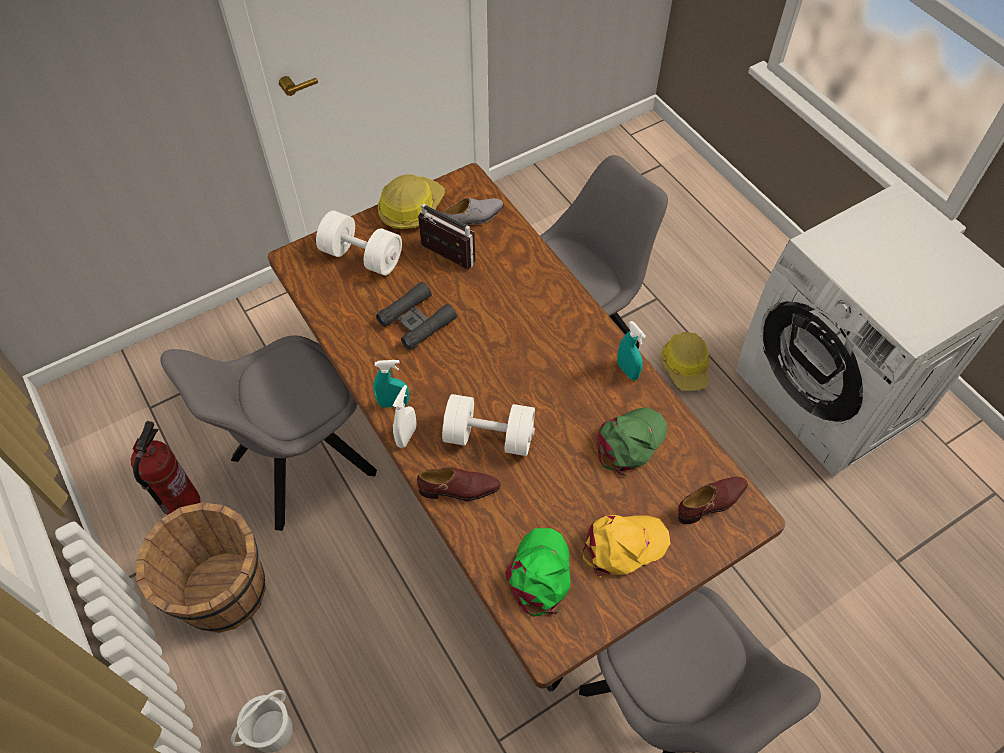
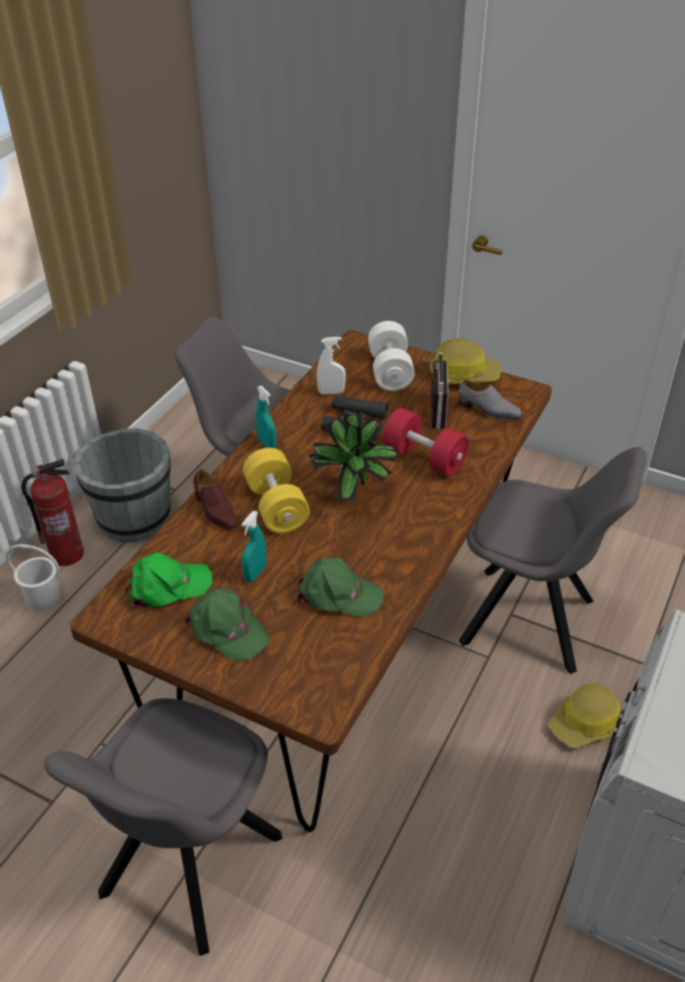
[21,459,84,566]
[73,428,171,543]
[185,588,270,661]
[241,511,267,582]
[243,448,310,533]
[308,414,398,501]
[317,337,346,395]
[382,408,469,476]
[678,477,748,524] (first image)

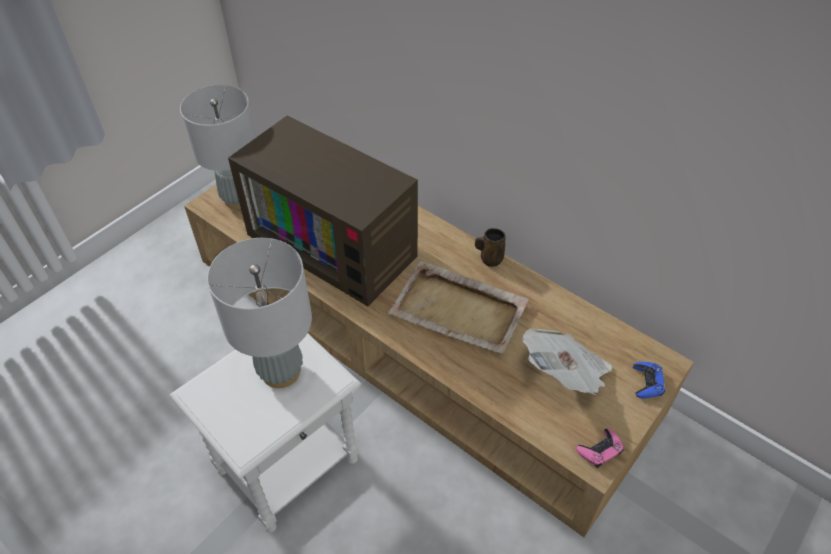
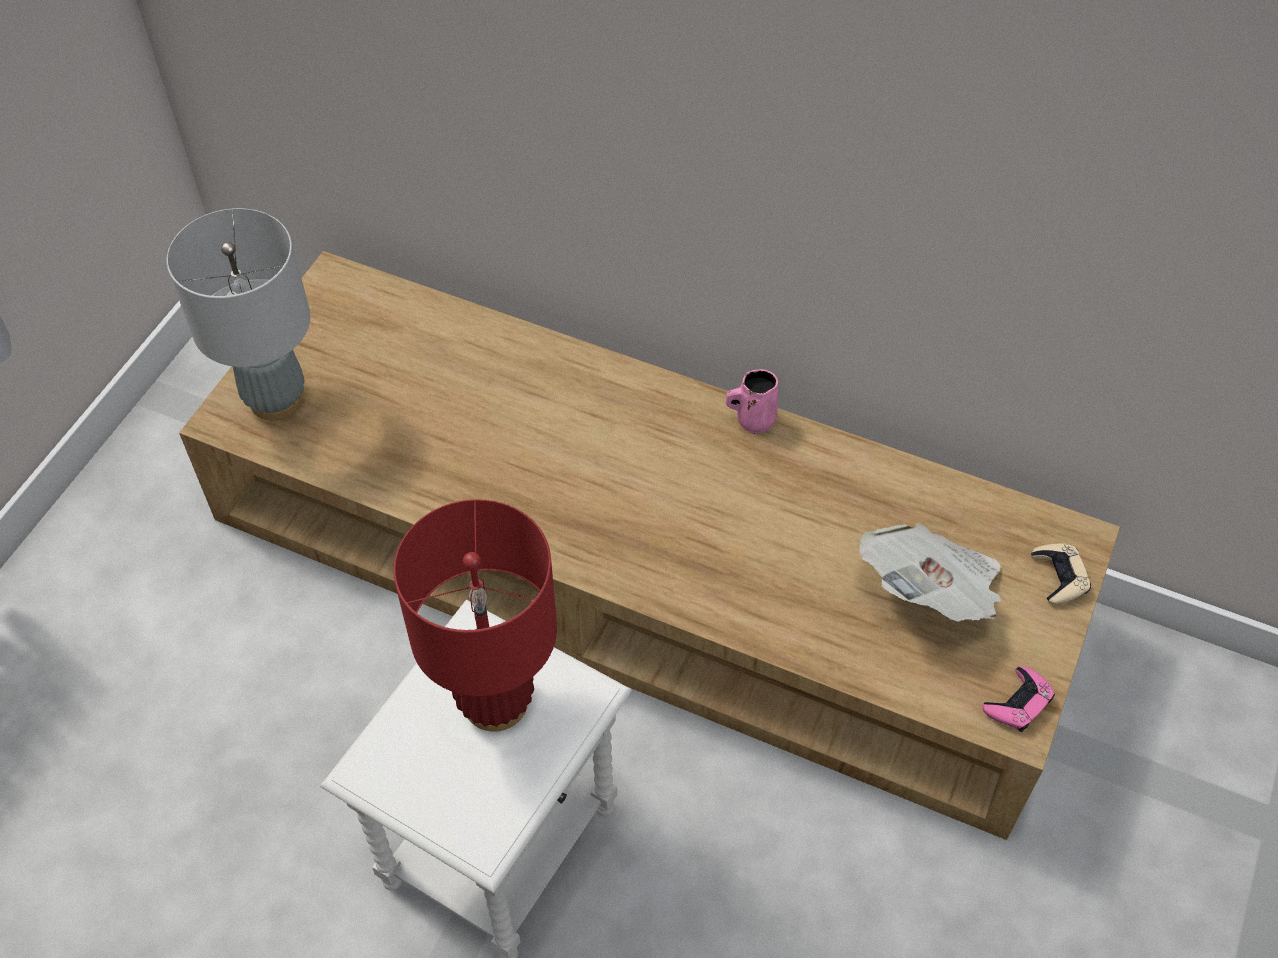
[393,499,557,732]
[726,369,778,434]
[1031,543,1091,605]
[228,116,418,306] (first image)
[388,261,529,354] (first image)

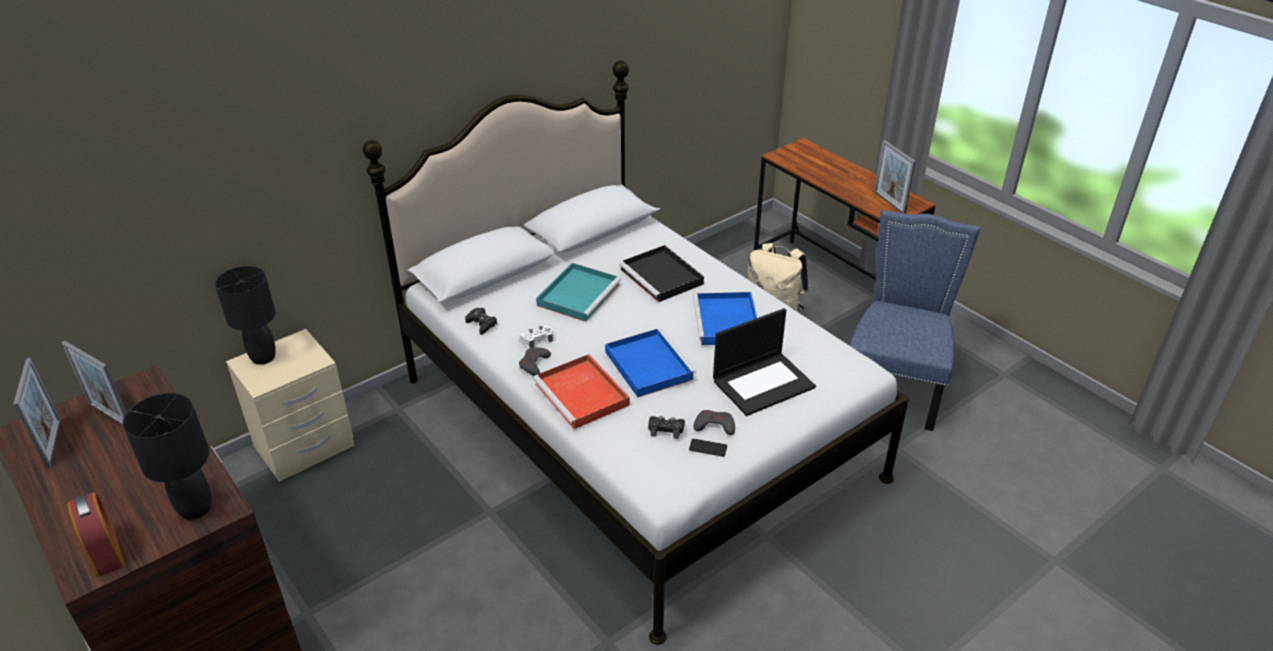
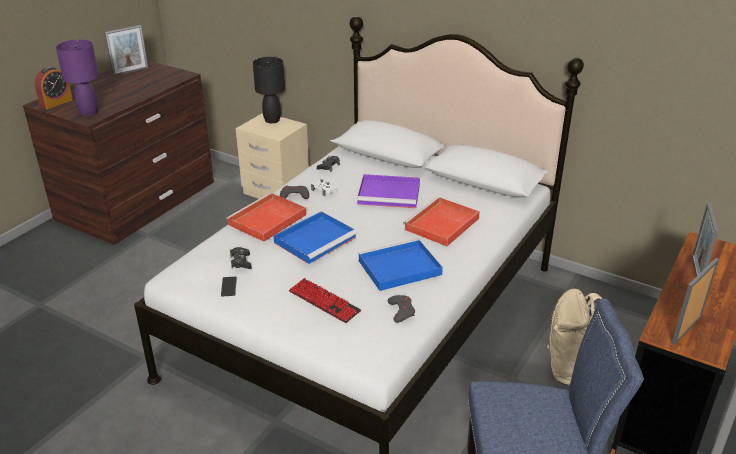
[56,39,99,116]
[289,278,361,323]
[357,174,420,208]
[388,295,415,323]
[403,197,480,246]
[692,202,718,277]

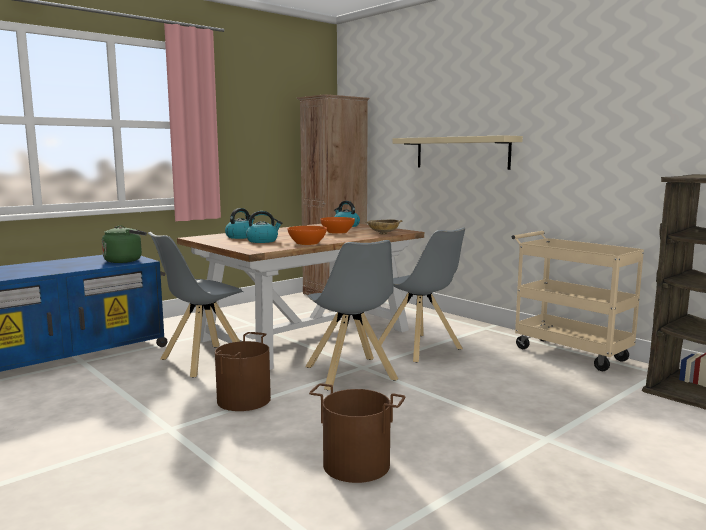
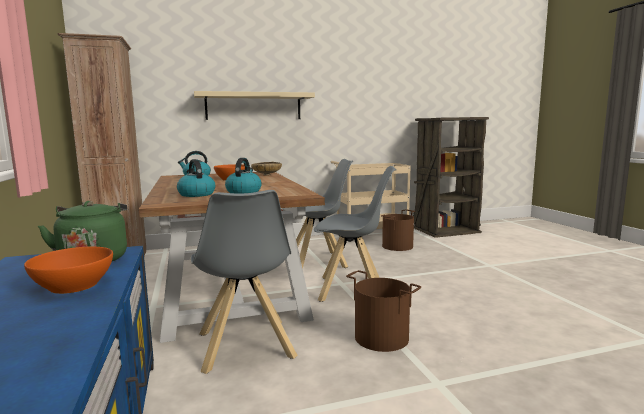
[24,247,113,294]
[381,209,415,251]

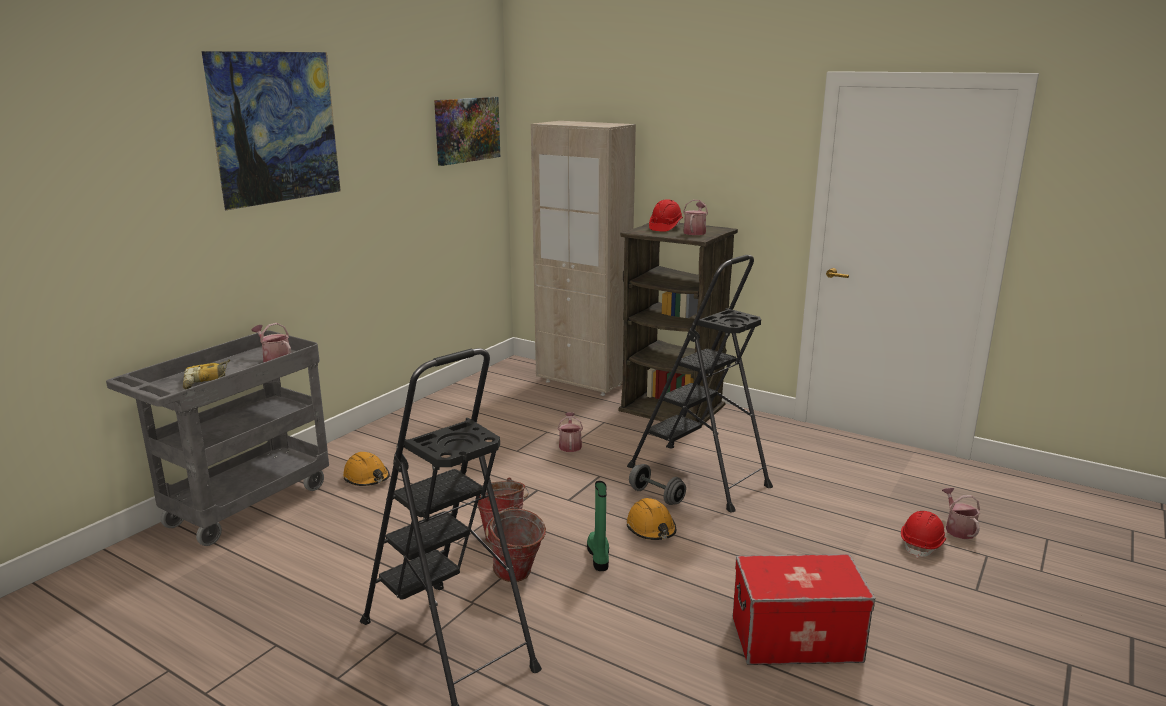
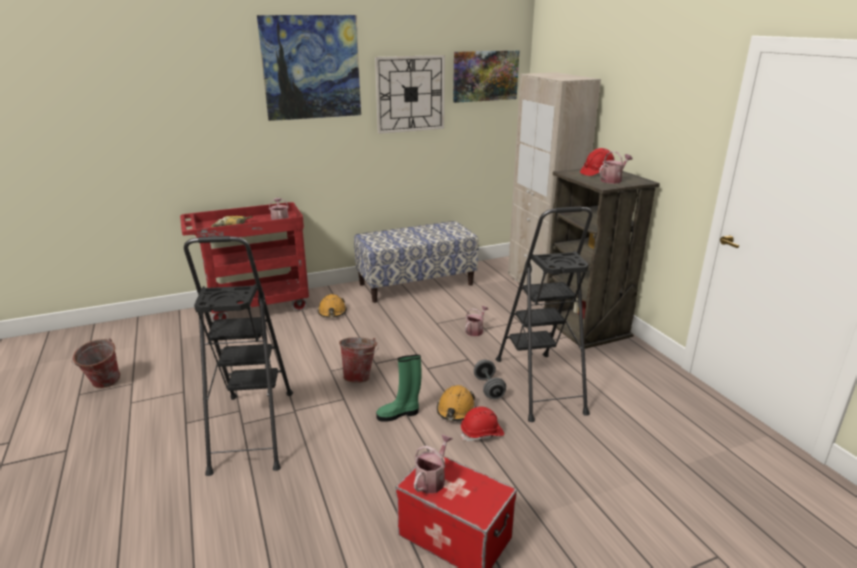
[71,338,120,388]
[180,202,309,322]
[354,221,479,303]
[375,55,445,134]
[376,355,422,422]
[414,434,453,494]
[461,407,504,441]

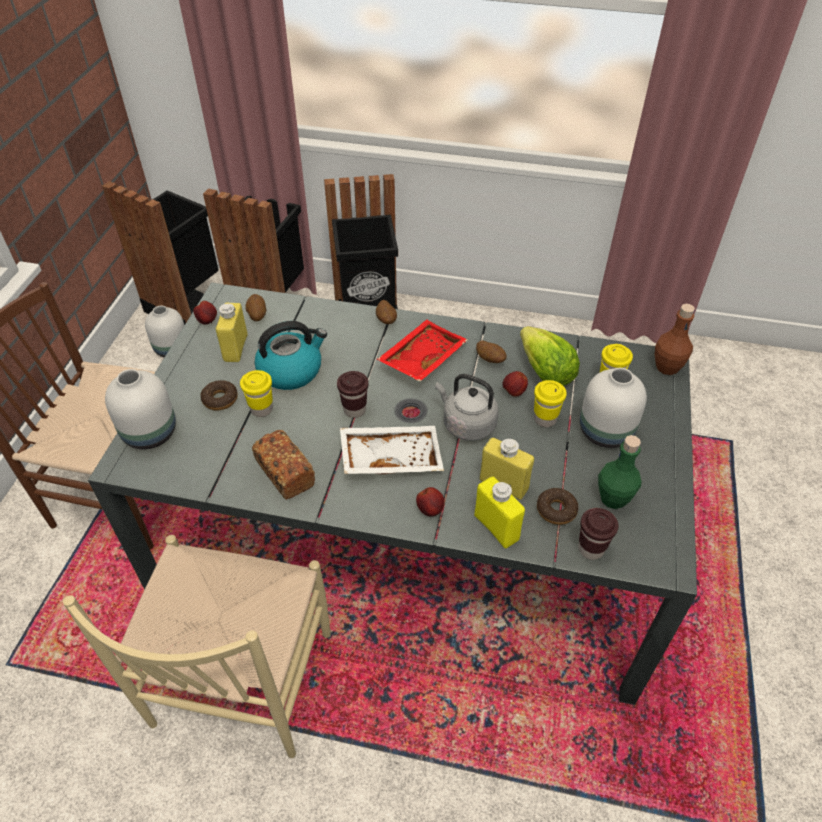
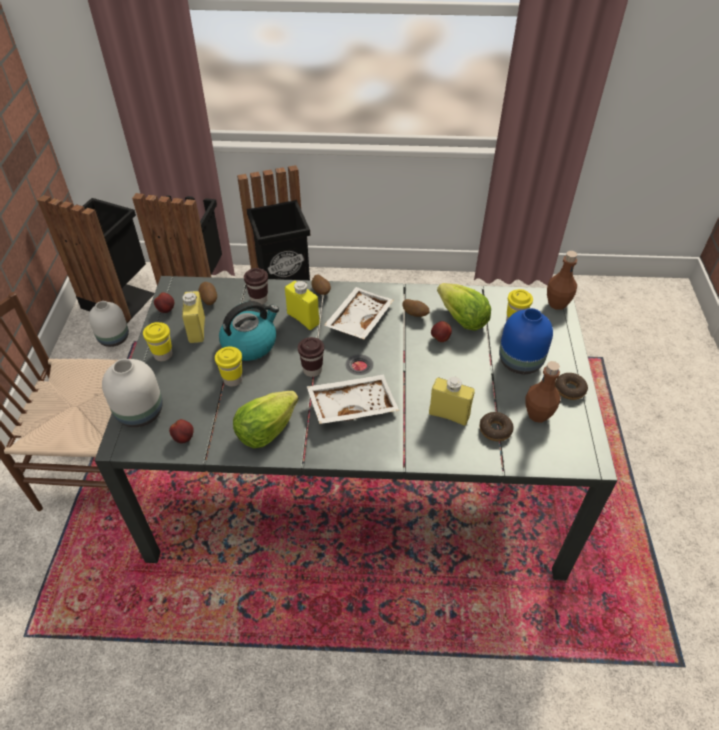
[143,322,172,361]
[169,419,194,443]
[233,391,299,448]
[244,268,268,305]
[285,281,319,330]
[324,287,394,339]
[499,308,553,374]
[525,361,561,423]
[555,373,588,400]
[63,535,331,758] (first image)
[435,374,498,441] (first image)

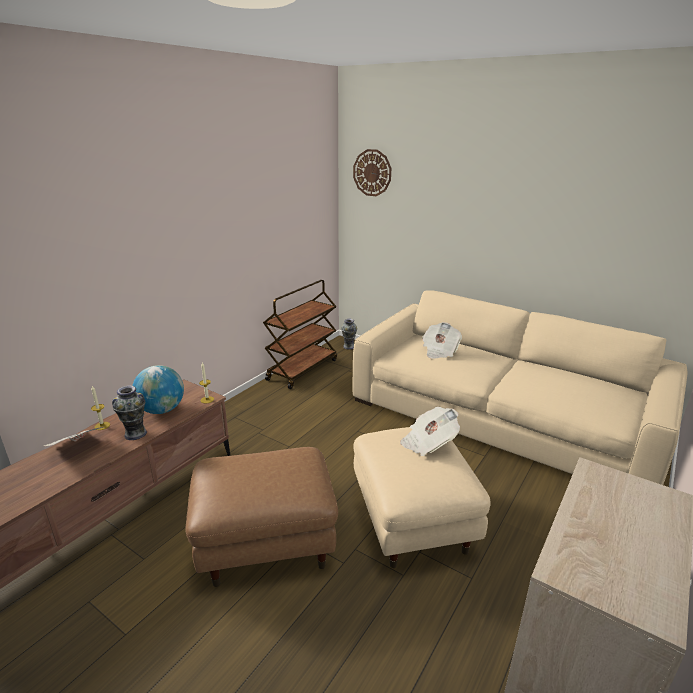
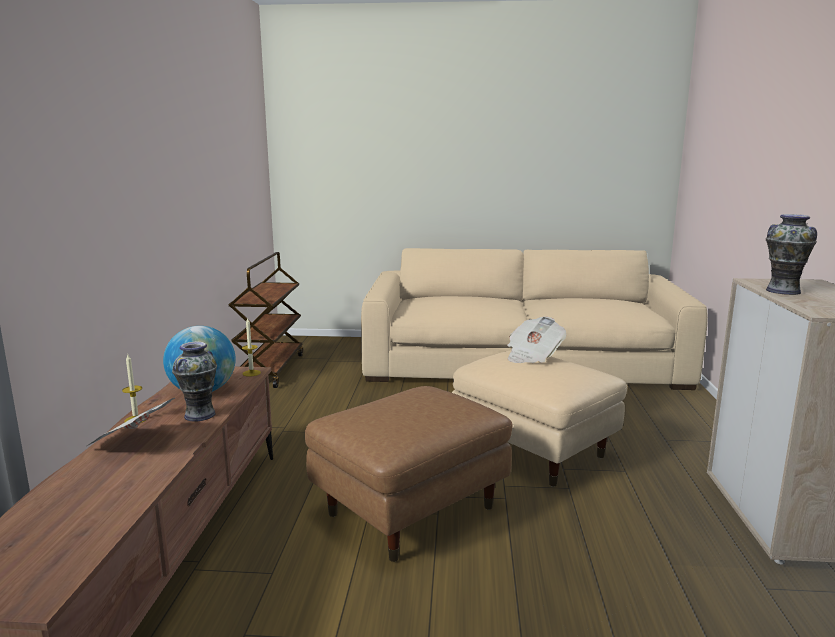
[766,214,817,295]
[353,149,391,196] (first image)
[422,322,462,359] (first image)

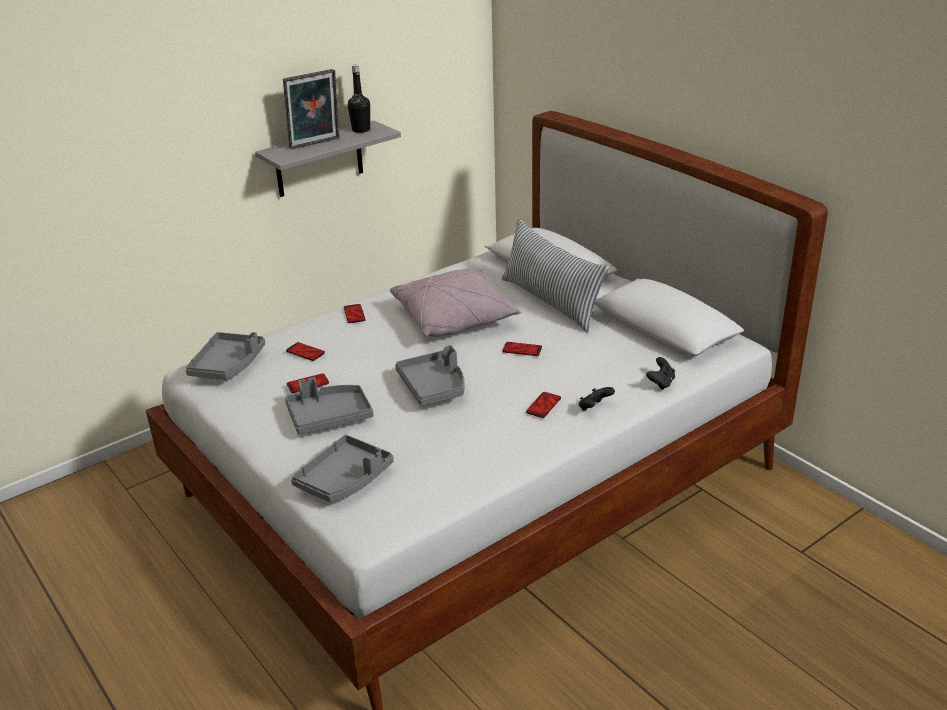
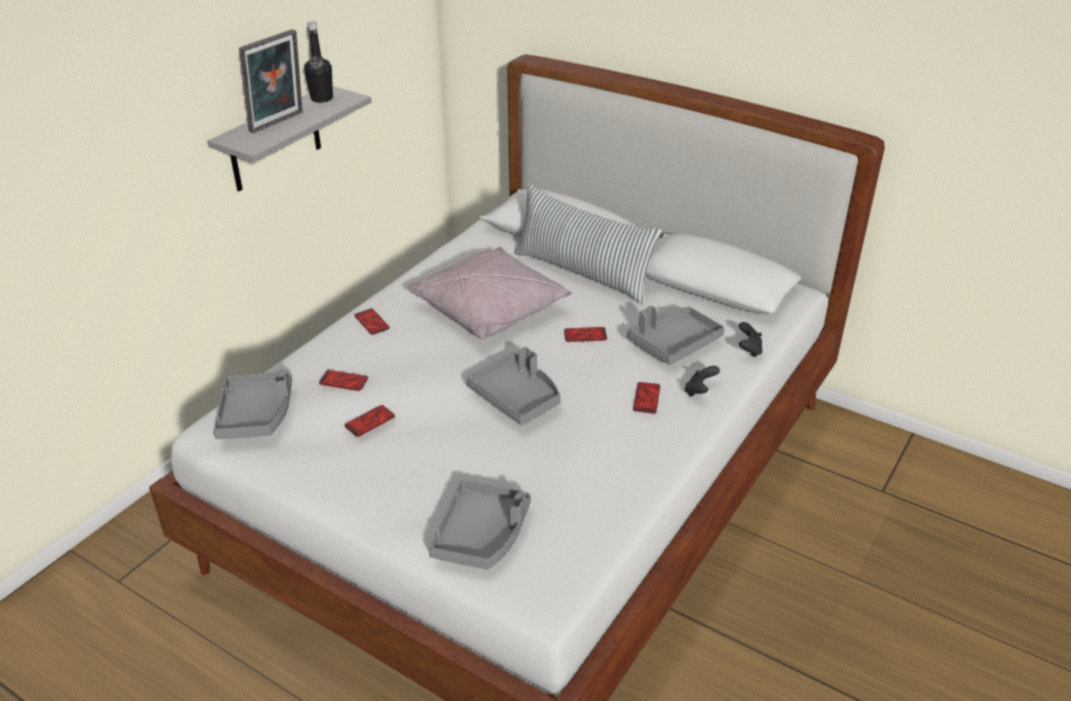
[627,306,725,365]

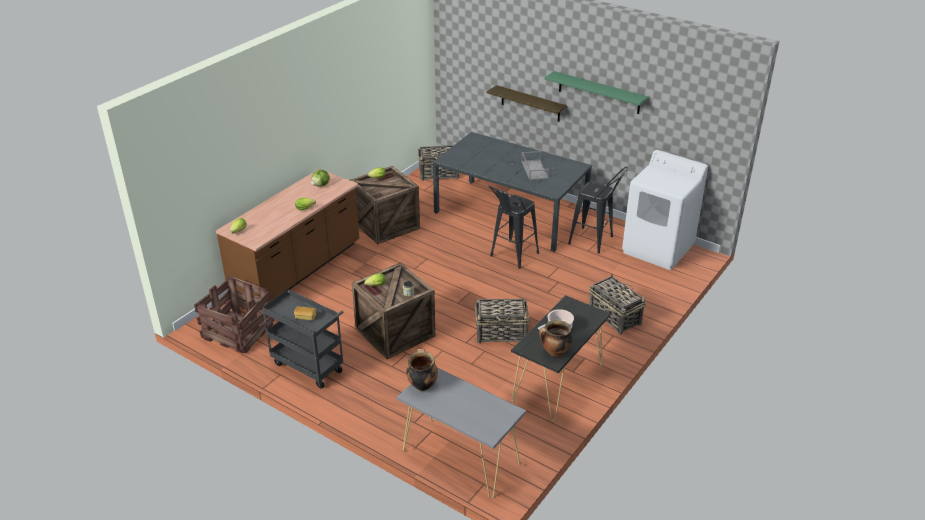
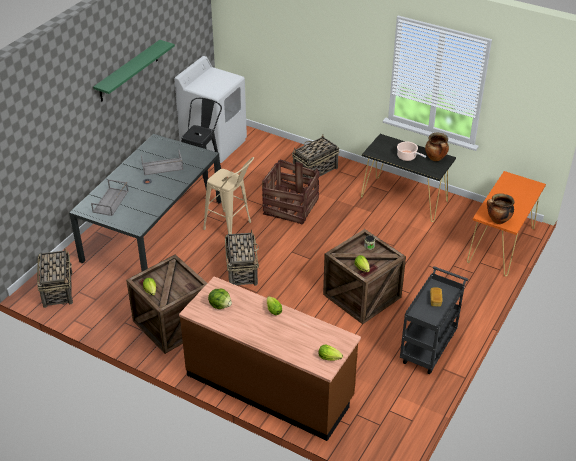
[91,179,128,216]
[203,157,254,234]
[225,230,259,286]
[262,159,320,225]
[467,171,546,276]
[487,85,567,122] (first image)

